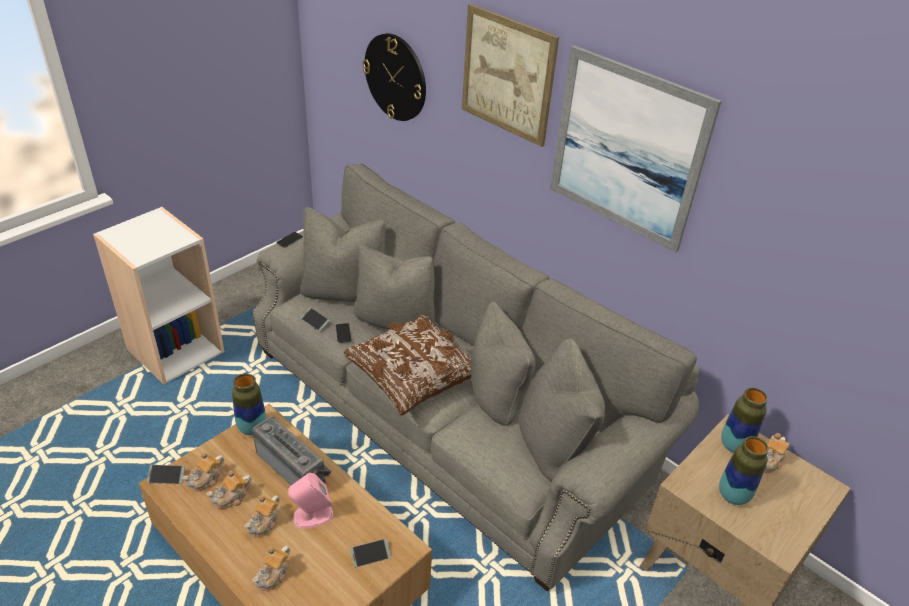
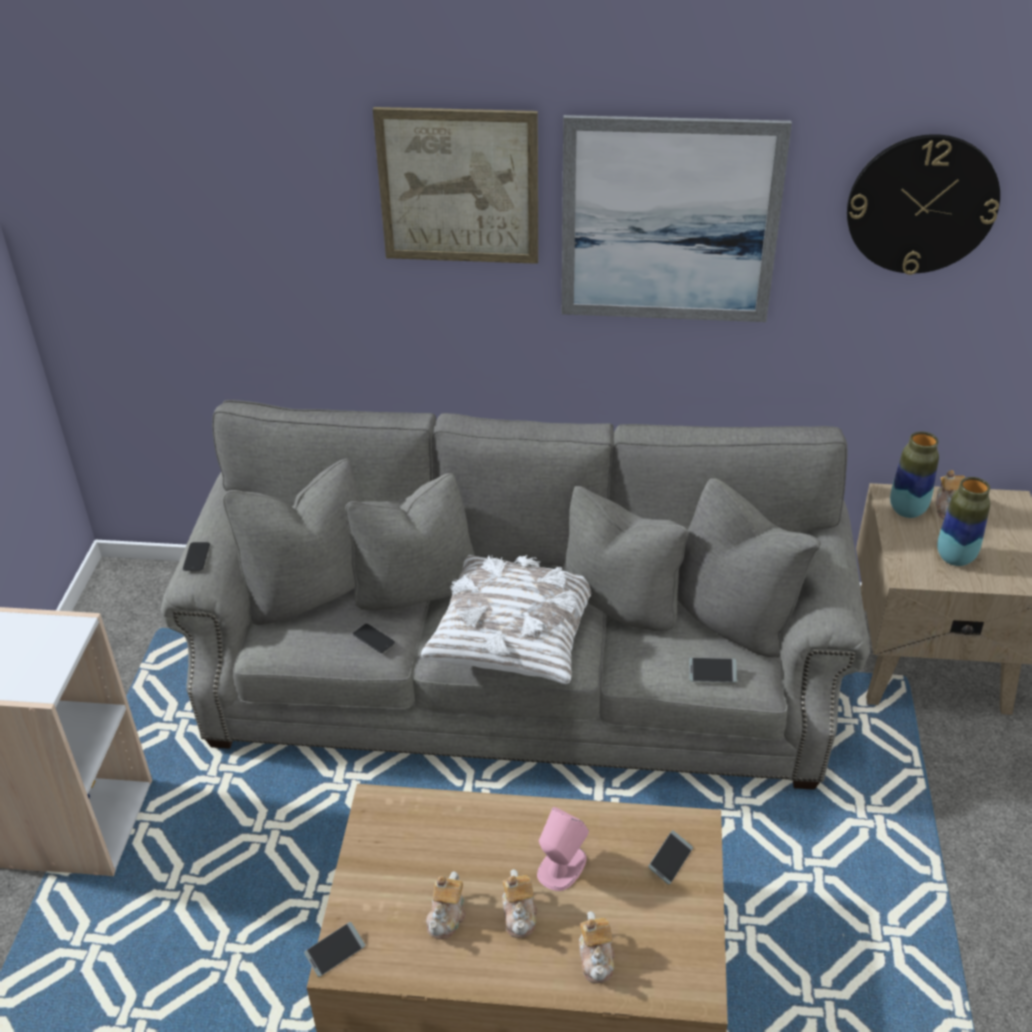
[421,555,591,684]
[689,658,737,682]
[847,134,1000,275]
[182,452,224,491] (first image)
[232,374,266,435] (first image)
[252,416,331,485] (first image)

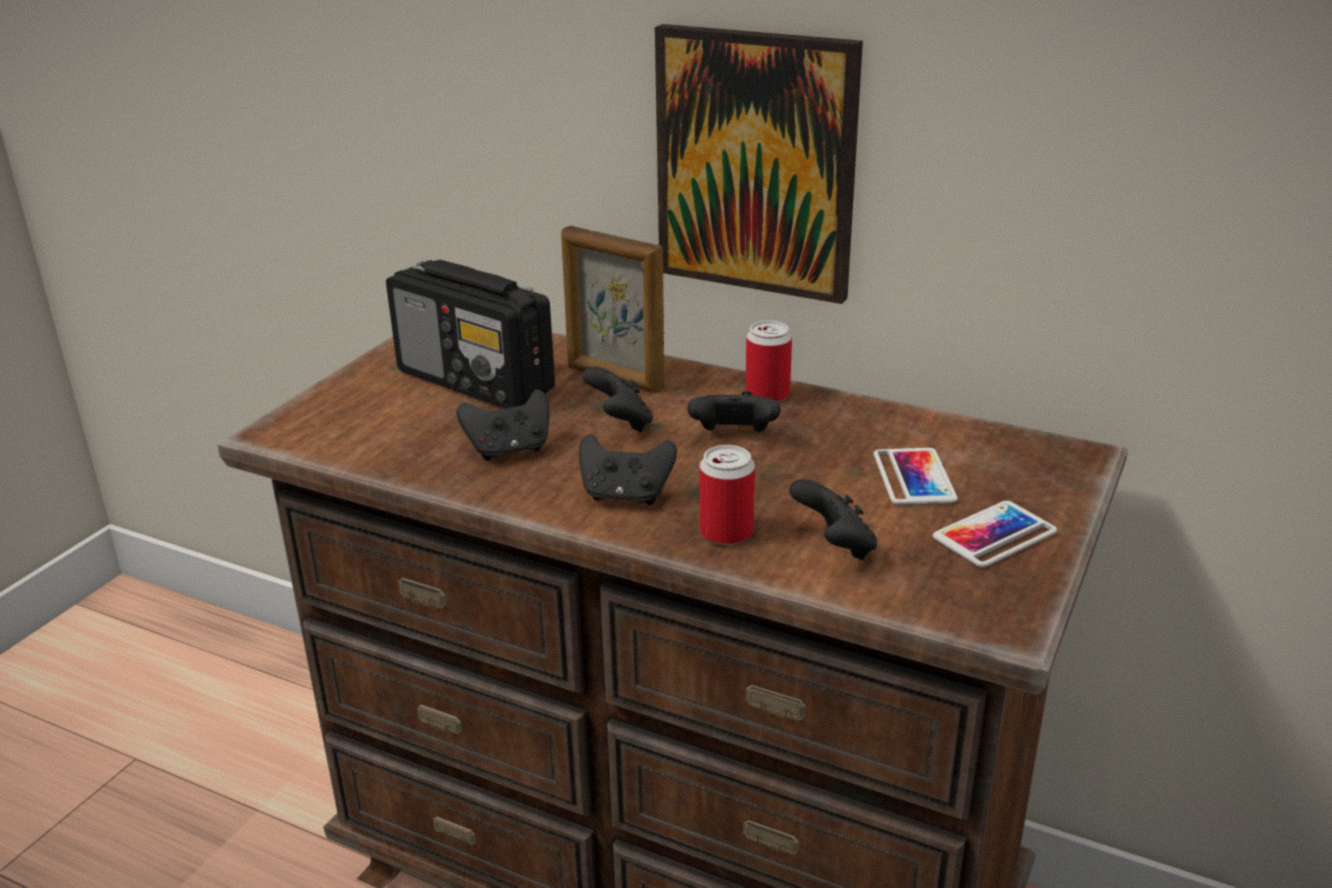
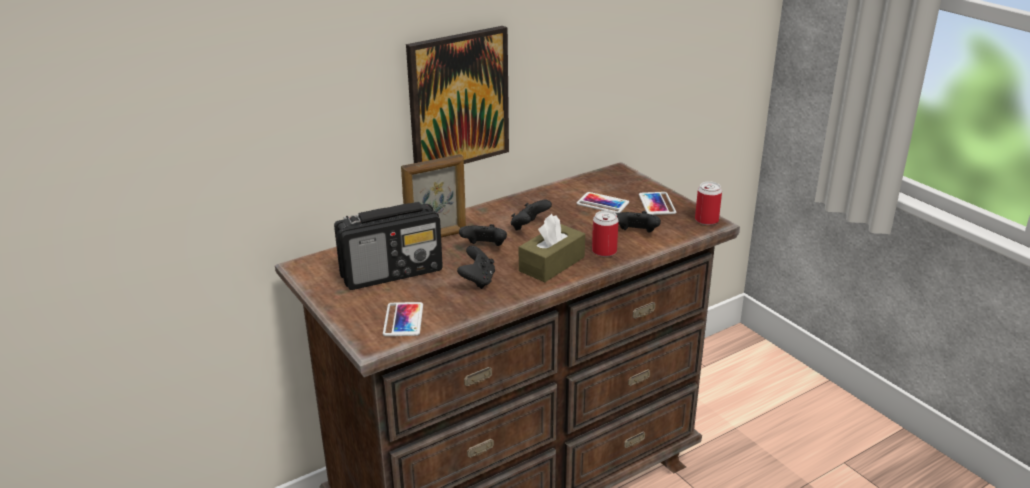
[383,302,423,336]
[519,214,585,282]
[695,181,722,225]

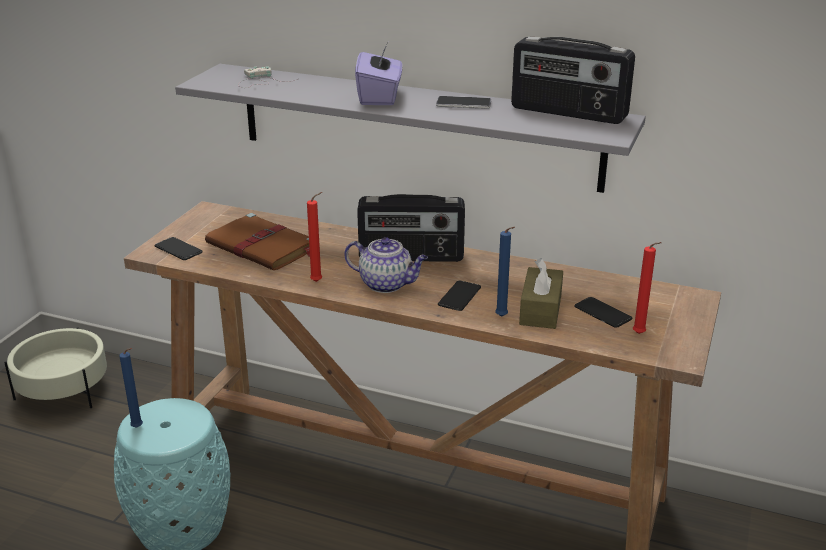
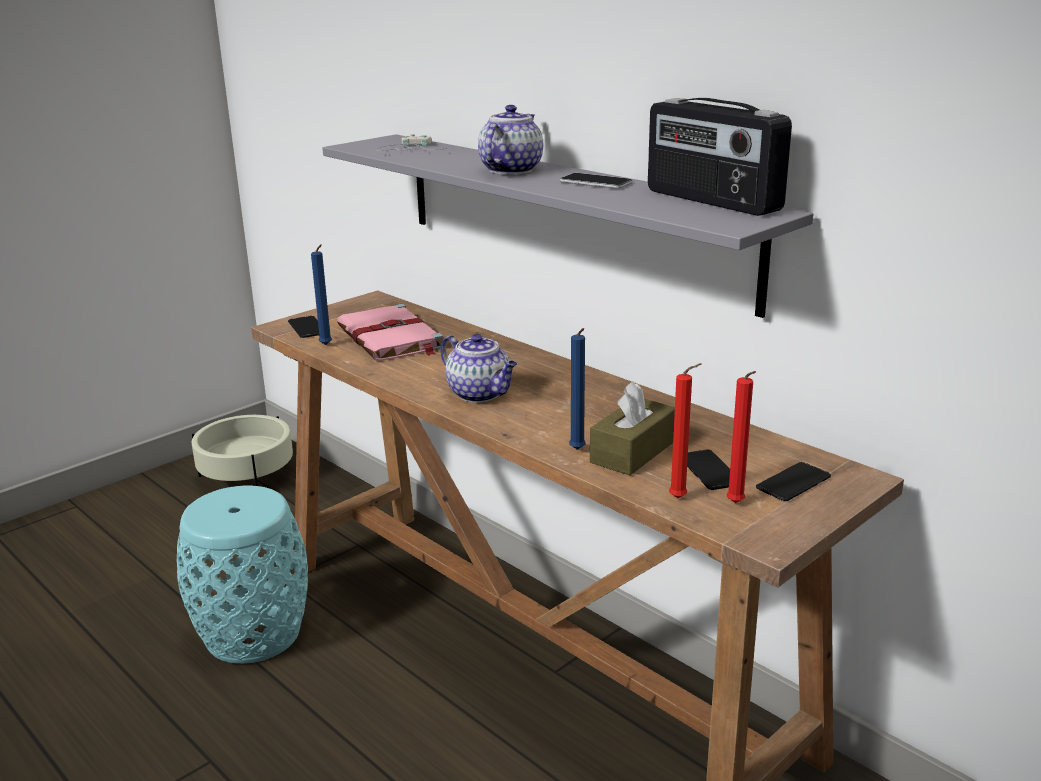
[311,244,332,345]
[337,304,443,361]
[478,105,543,175]
[669,363,701,498]
[756,462,831,501]
[357,194,465,262] (first image)

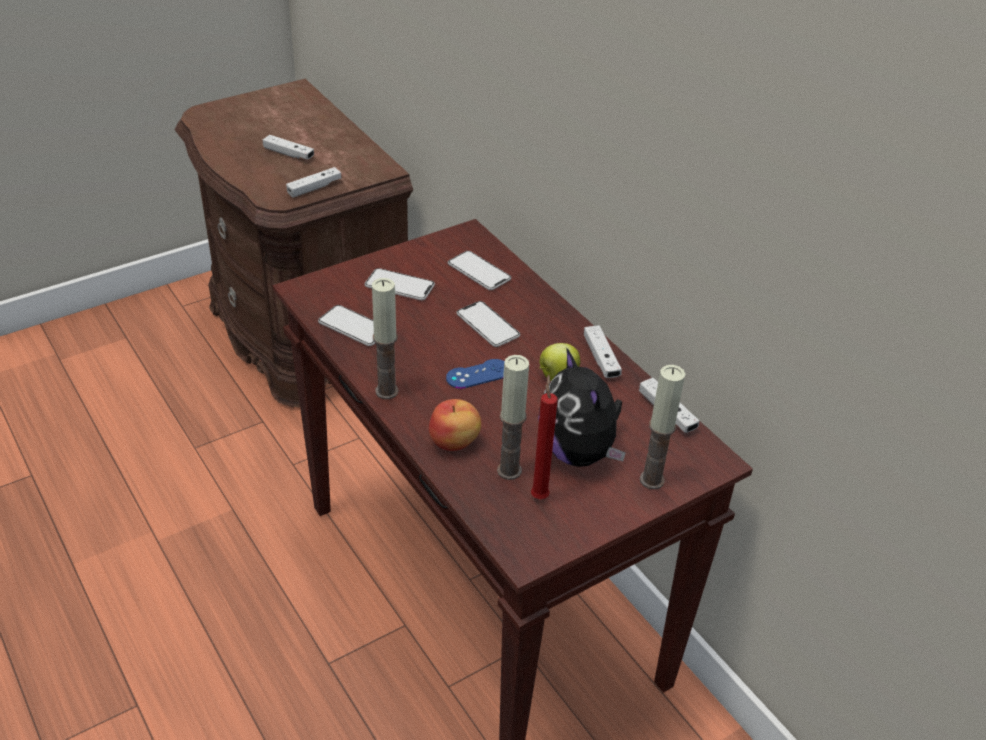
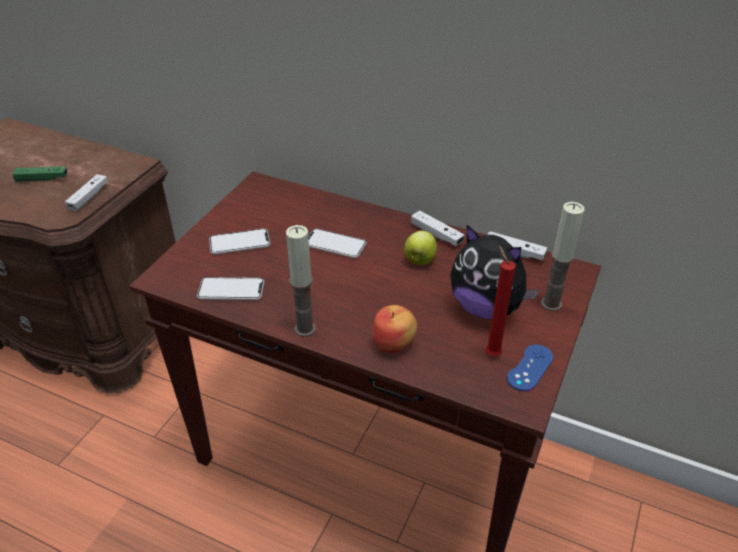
[12,166,68,181]
[507,345,553,391]
[448,251,511,290] (first image)
[497,355,529,480] (first image)

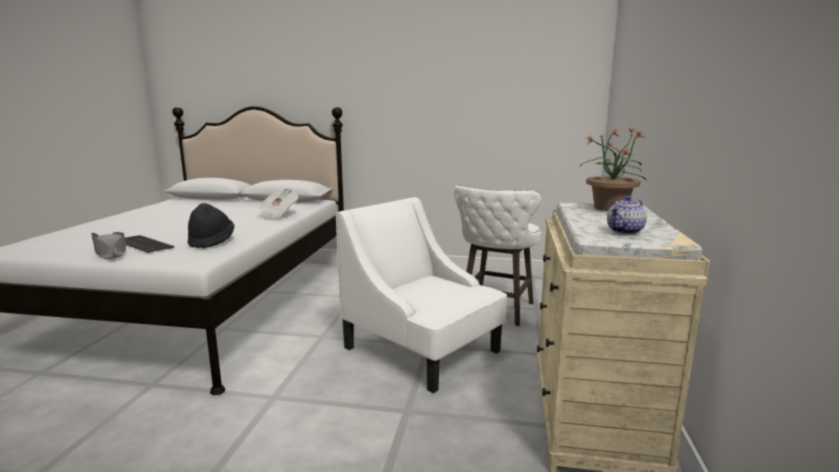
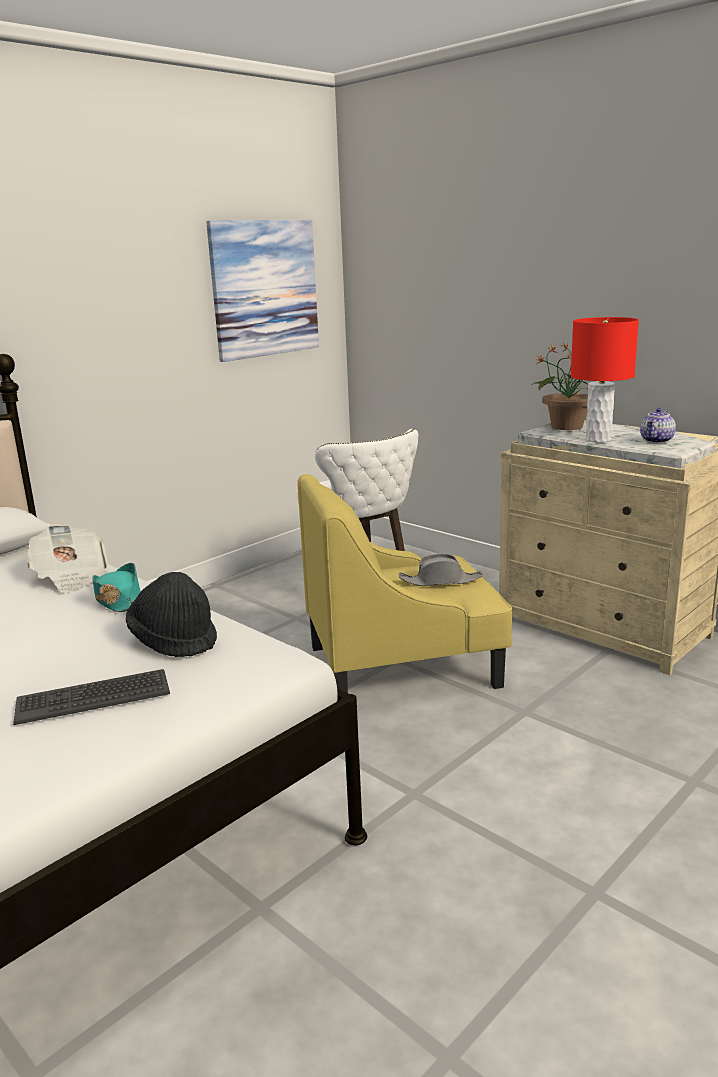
[92,563,141,612]
[206,219,319,362]
[297,474,512,693]
[399,554,483,586]
[570,317,639,443]
[640,408,676,443]

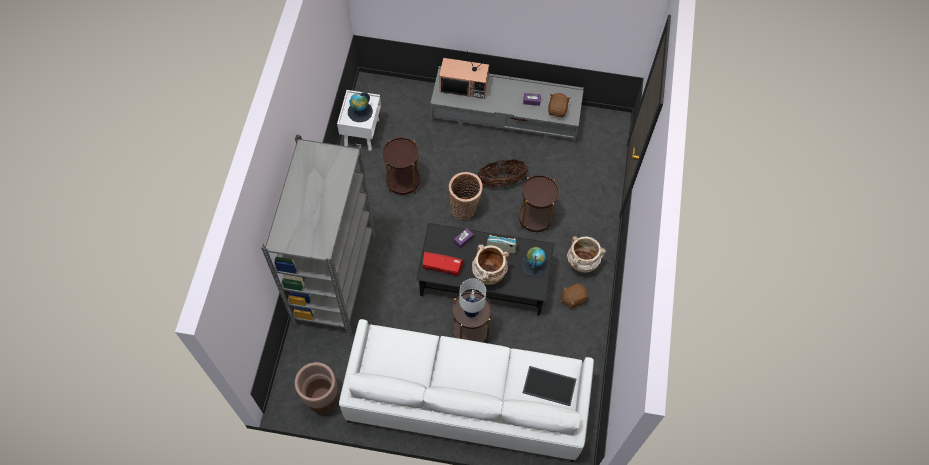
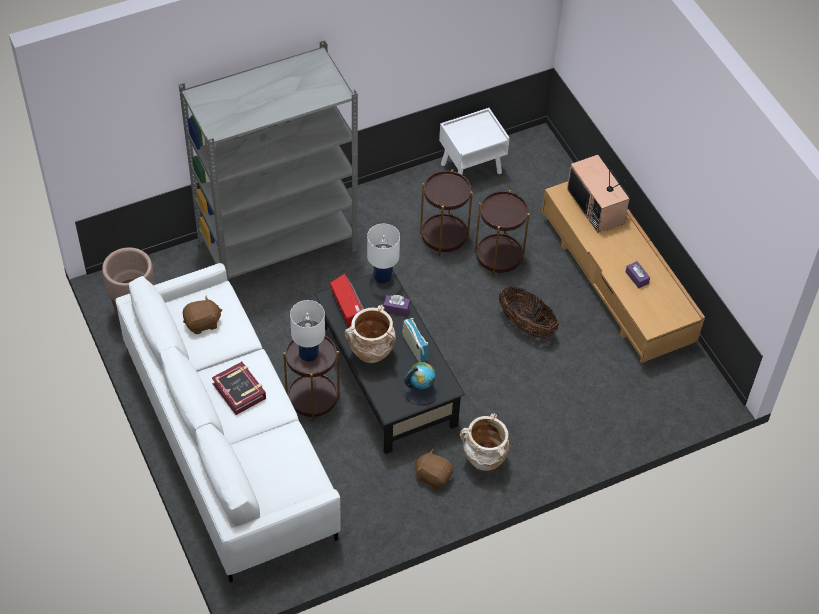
[183,296,222,334]
[212,362,266,415]
[367,224,400,284]
[475,190,530,277]
[541,181,705,363]
[348,92,373,122] (first image)
[448,172,483,219] (first image)
[523,366,576,406] (first image)

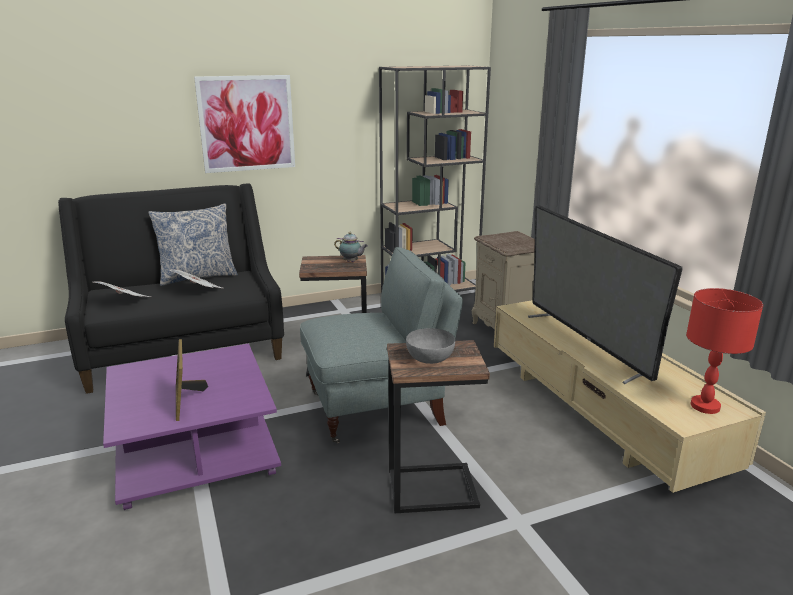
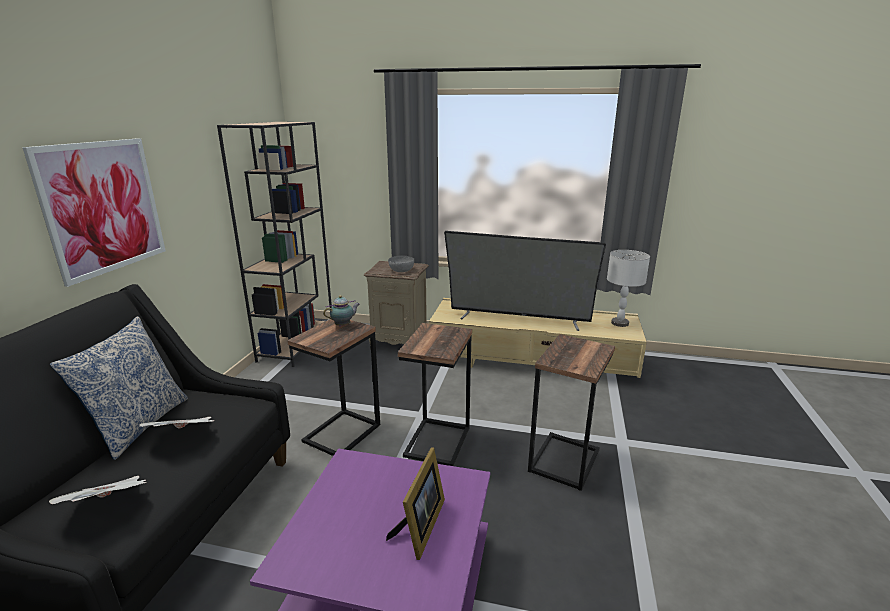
[386,447,445,560]
[388,255,414,272]
[398,323,472,466]
[607,250,650,327]

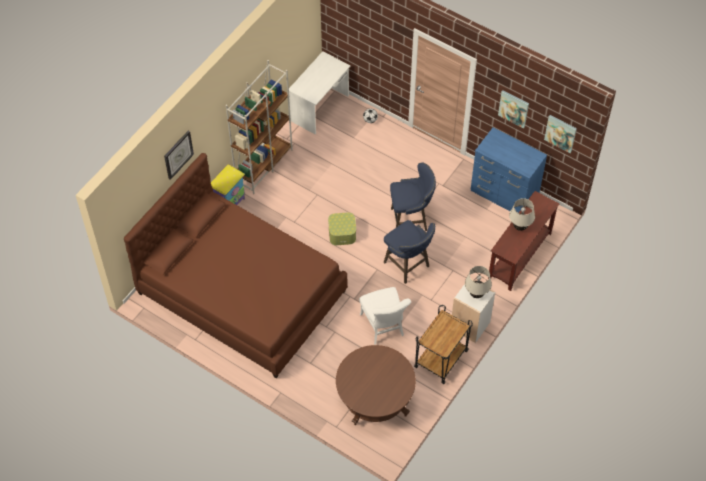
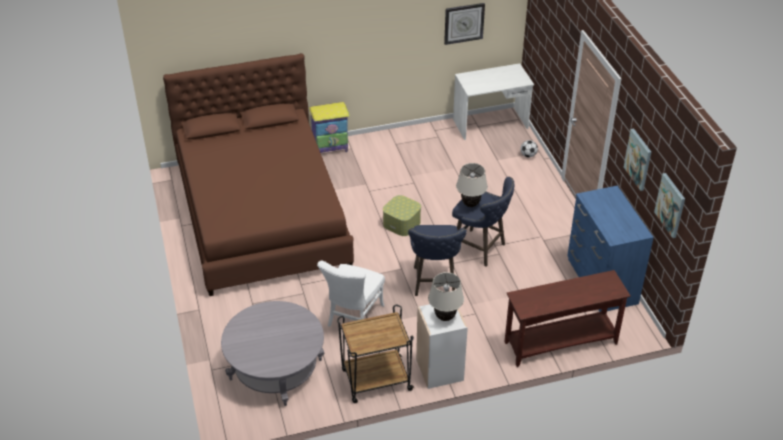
[221,301,324,406]
[444,3,485,45]
[456,163,488,207]
[226,60,293,194] (first image)

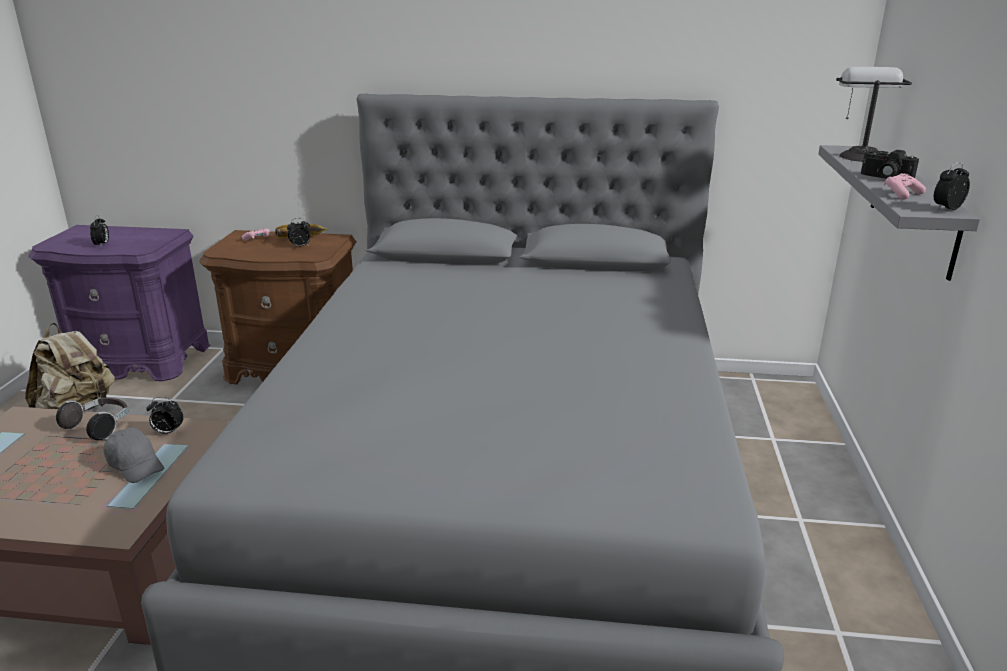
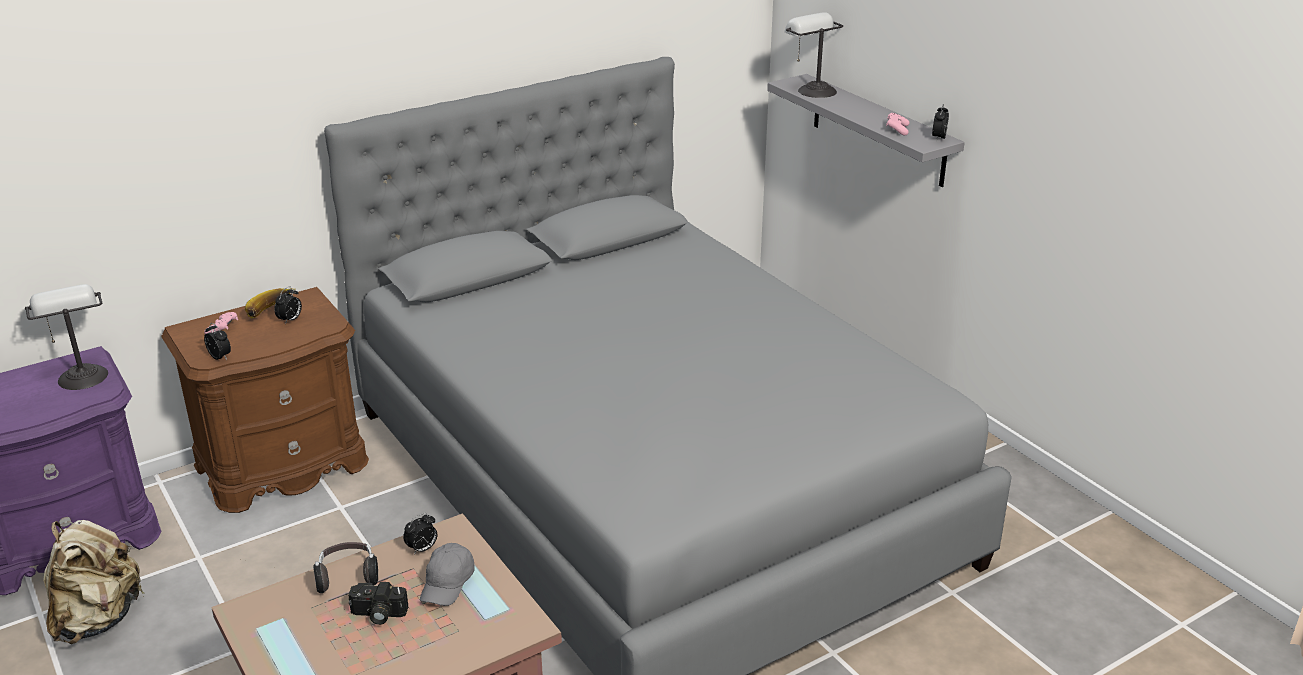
[25,284,108,390]
[204,323,231,360]
[348,582,408,625]
[420,543,475,606]

